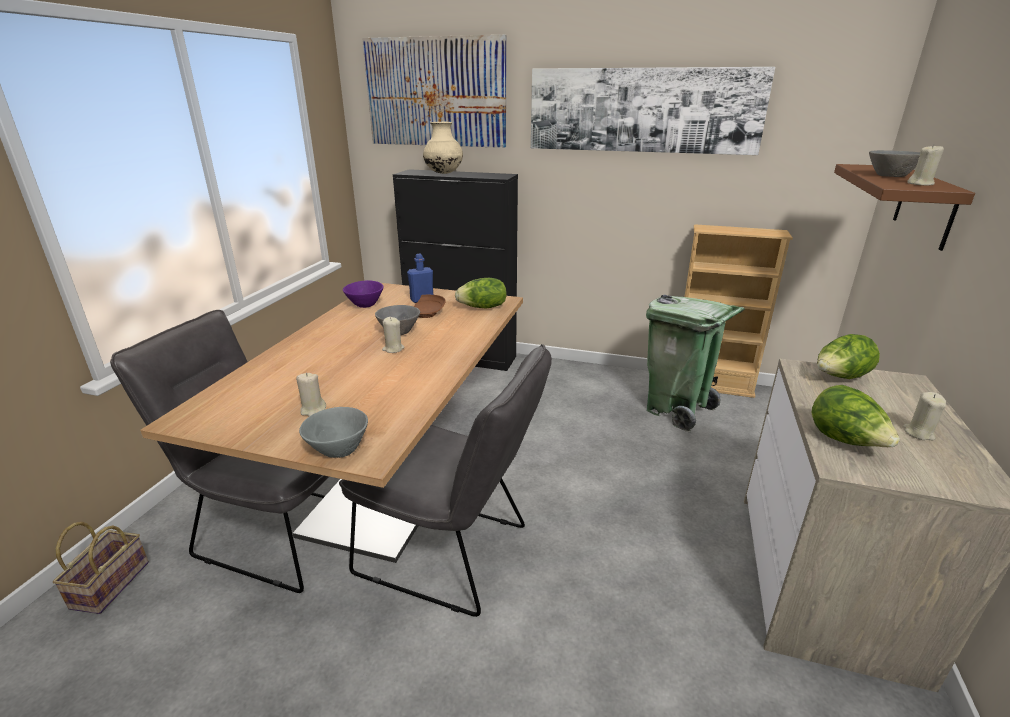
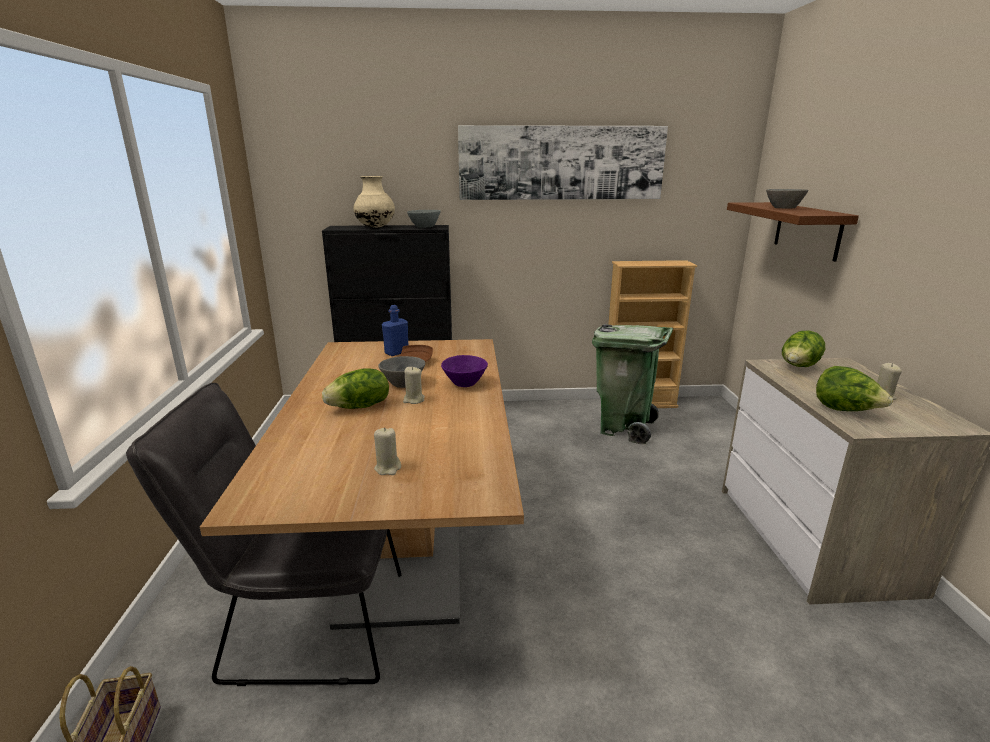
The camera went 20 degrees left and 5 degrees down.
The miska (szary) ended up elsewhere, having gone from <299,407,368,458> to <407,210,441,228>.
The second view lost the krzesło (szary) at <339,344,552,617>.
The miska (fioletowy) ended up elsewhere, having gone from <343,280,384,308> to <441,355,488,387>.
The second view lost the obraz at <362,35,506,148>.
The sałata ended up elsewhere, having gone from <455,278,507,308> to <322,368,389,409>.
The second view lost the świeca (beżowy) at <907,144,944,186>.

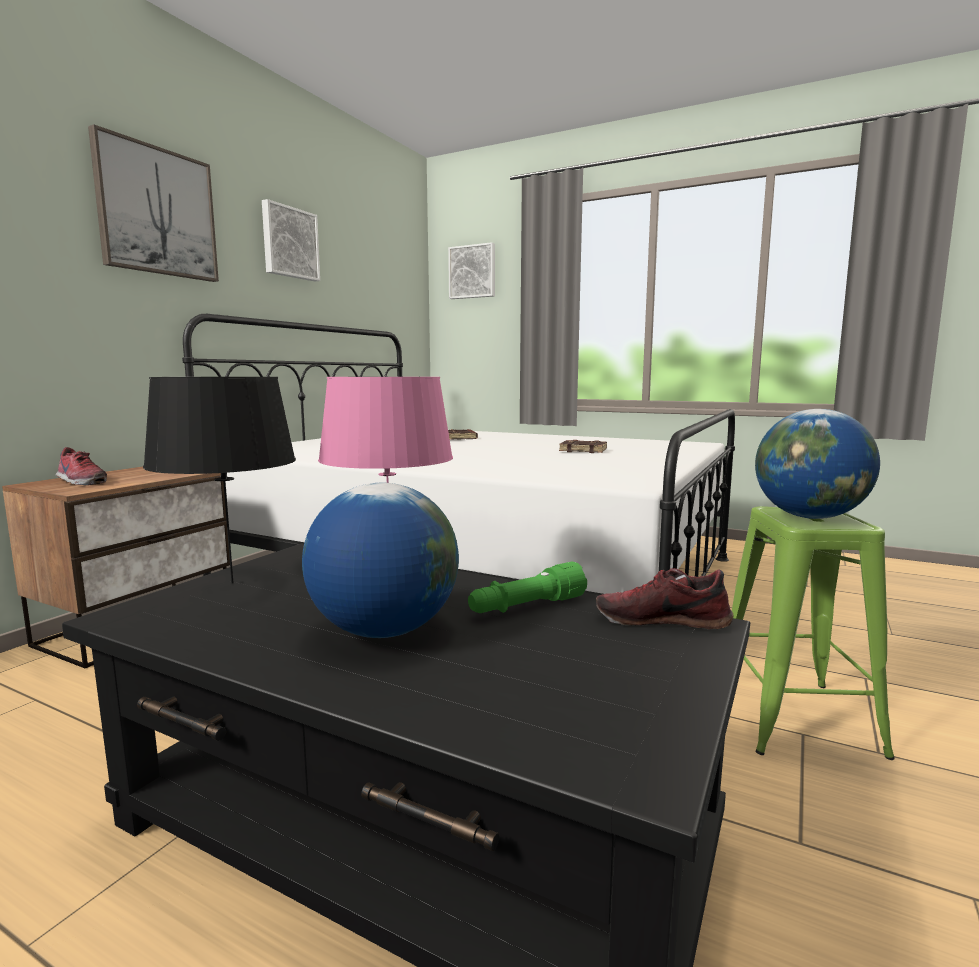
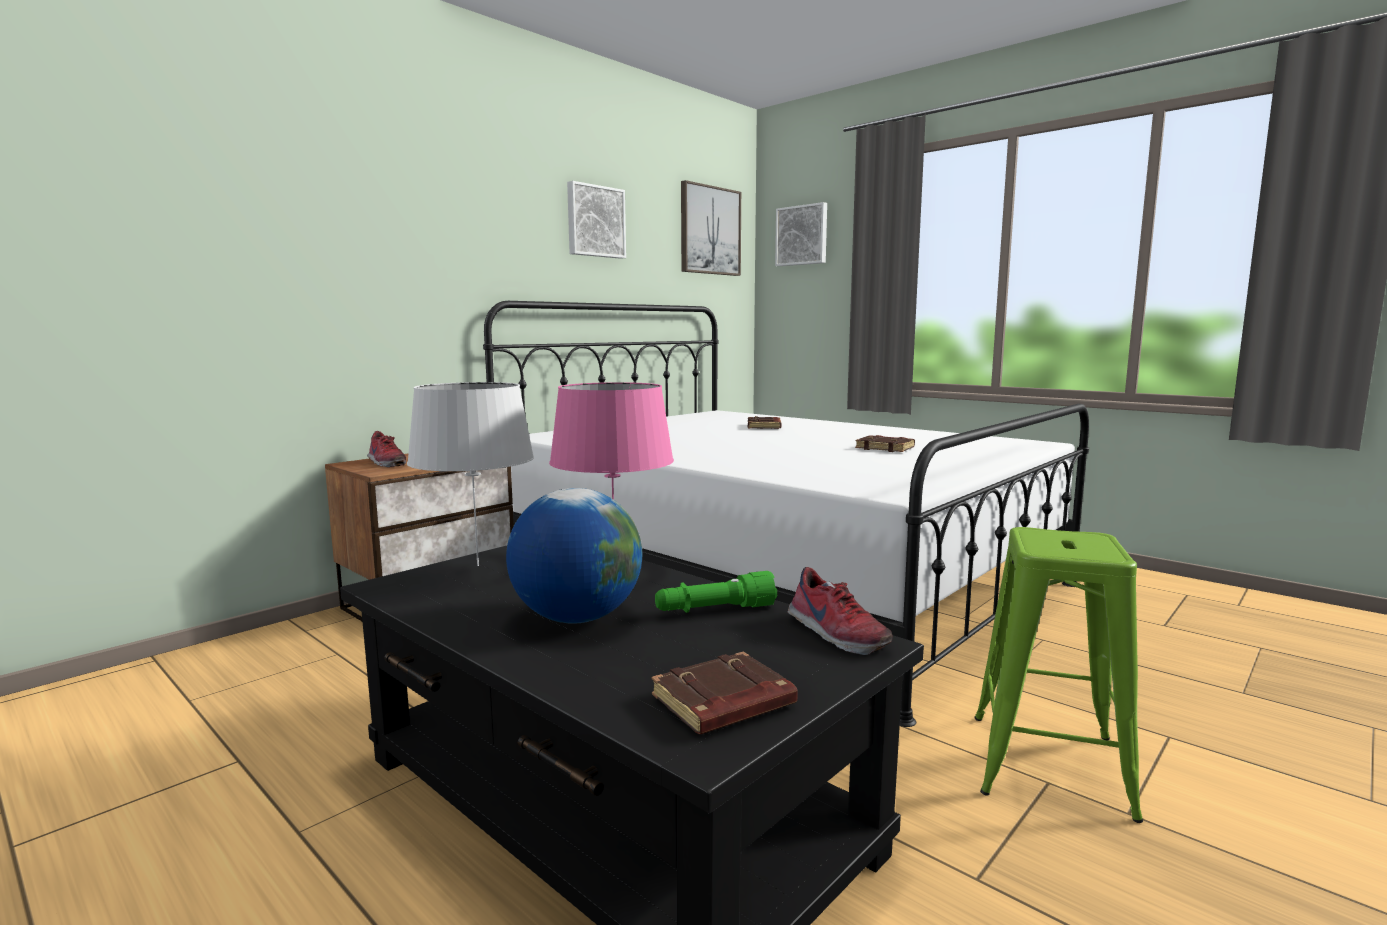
The camera went 15 degrees right and 0 degrees up.
The obraz ended up elsewhere, having gone from <88,124,219,282> to <681,180,741,276>.
What was the lampa stołowa (czarny) at <143,377,296,584> turned into the lampa stołowa (biały) at <407,382,534,566>.
The but at <596,568,734,629> ended up facing another way, 150 degrees counterclockwise from before.
The second view lost the globus at <755,409,880,519>.
The second view gained the książka (brązowy) at <651,652,798,734>.

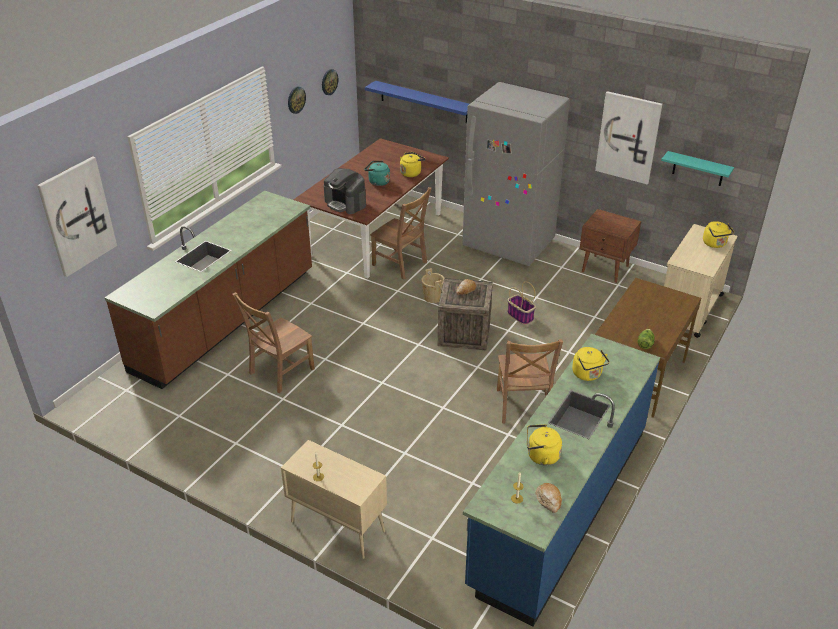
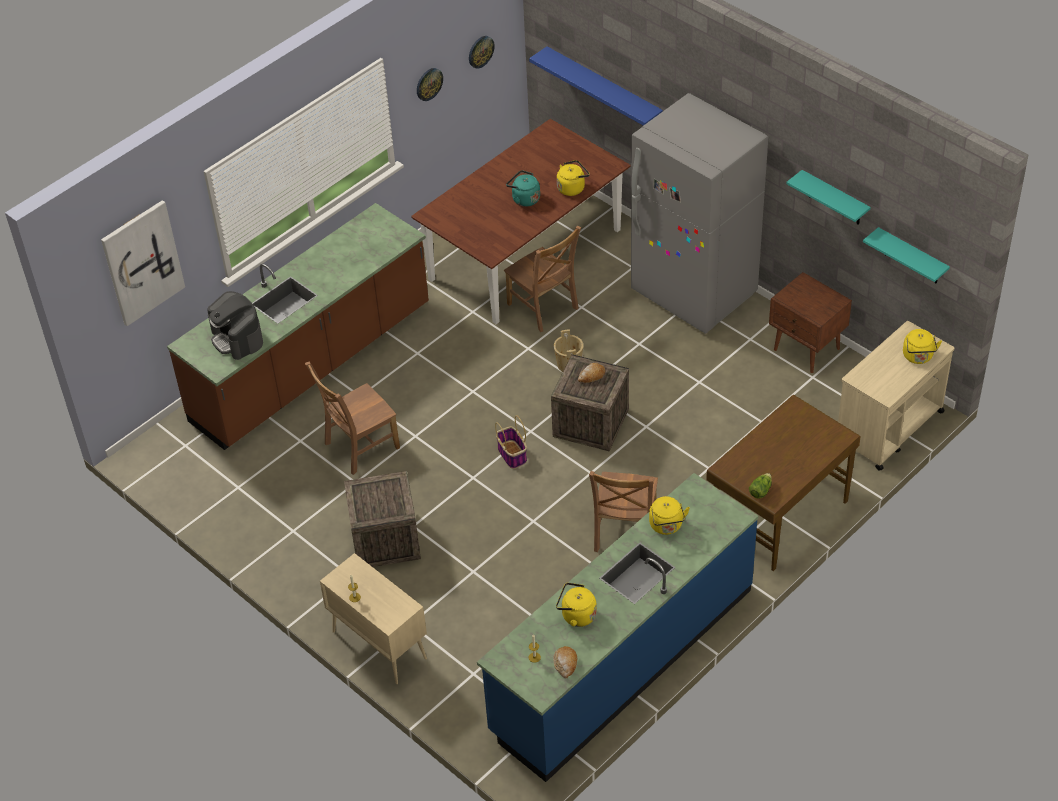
The camera went 15 degrees right and 10 degrees up.
The ekspres do kawy ended up elsewhere, having gone from <324,168,366,214> to <207,291,263,360>.
The koszyk ended up elsewhere, having gone from <507,282,536,325> to <495,415,527,469>.
Where the obraz hung at <595,91,662,184>, the półka (turkusowy) came to hang at <786,170,871,225>.
The second view gained the skrzynka at <344,471,421,567>.

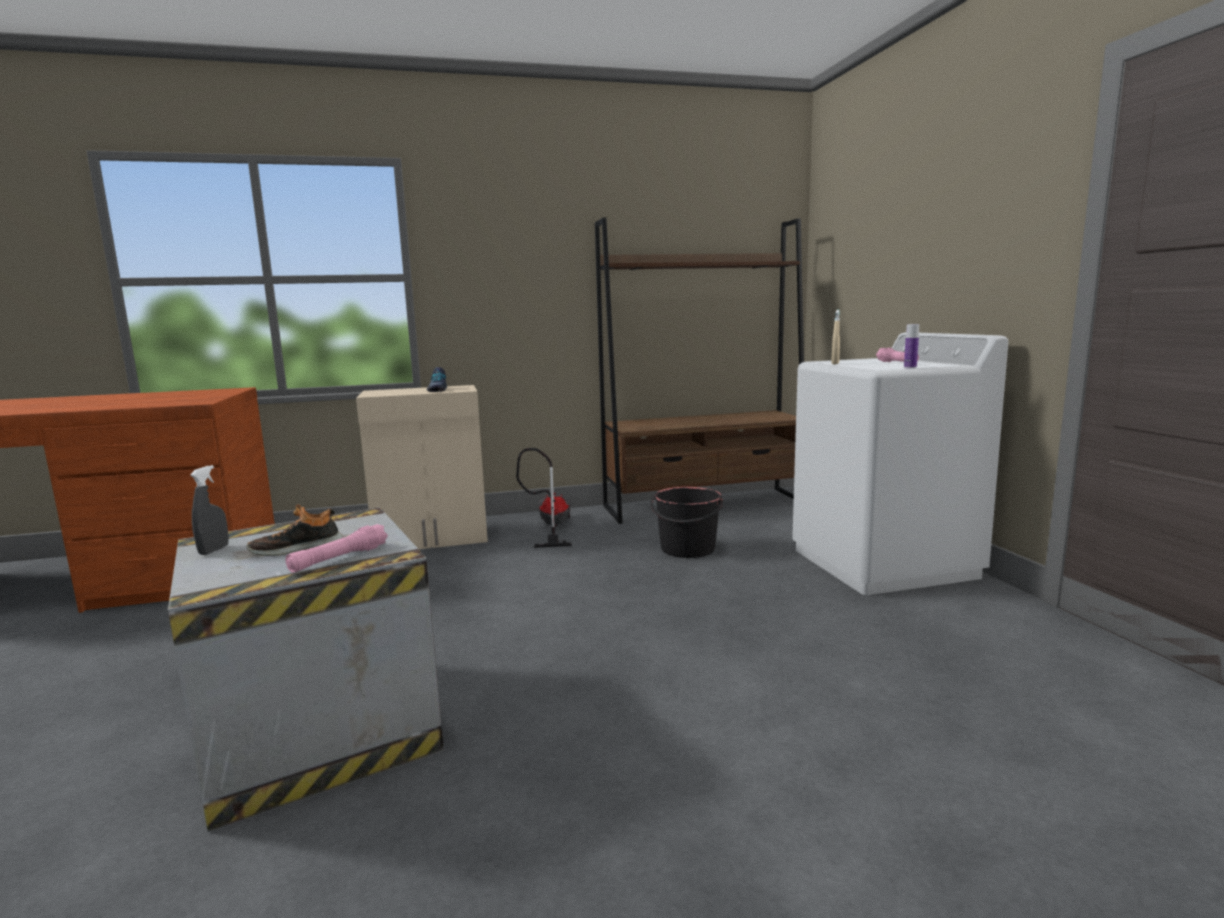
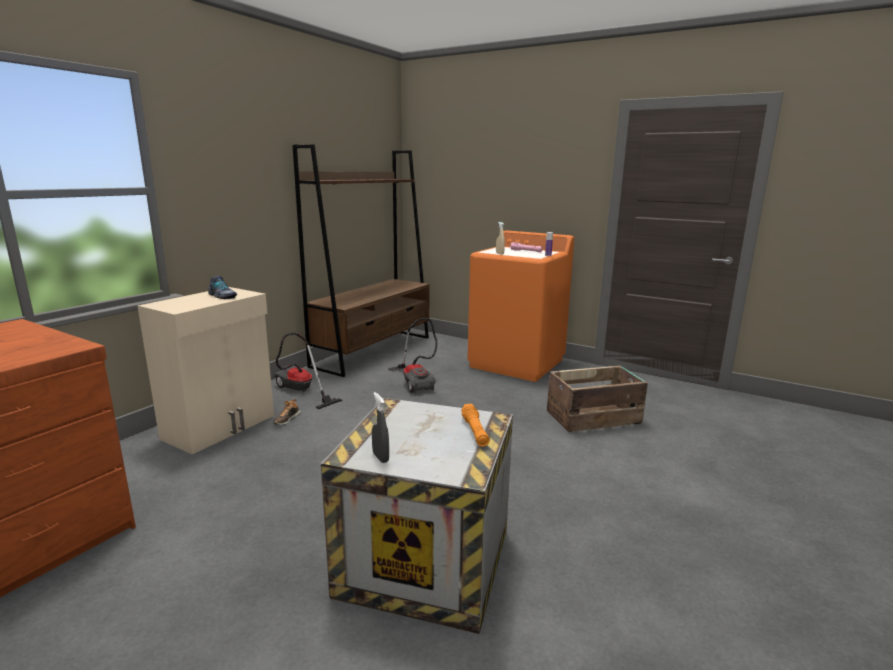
The camera went 45 degrees left and 5 degrees up.
The but ended up elsewhere, having gone from <247,504,343,556> to <273,399,301,425>.
What was the latarka (różowy) at <285,524,388,573> turned into the latarka (pomarańczowy) at <461,404,489,447>.
Where the wiadro (czarny) stood at <651,487,723,558>, the odkurzacz came to stand at <388,318,437,393>.
What was the pralka (biały) at <792,332,1008,595> turned into the pralka (pomarańczowy) at <468,230,574,382>.
The second view gained the skrzynka at <547,366,648,432>.

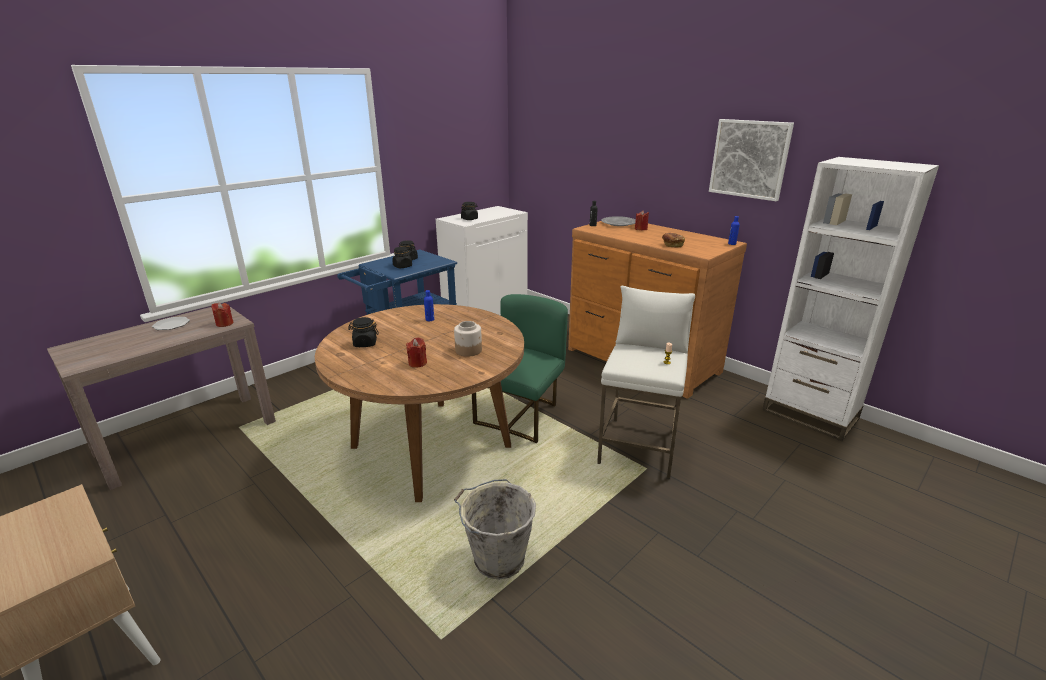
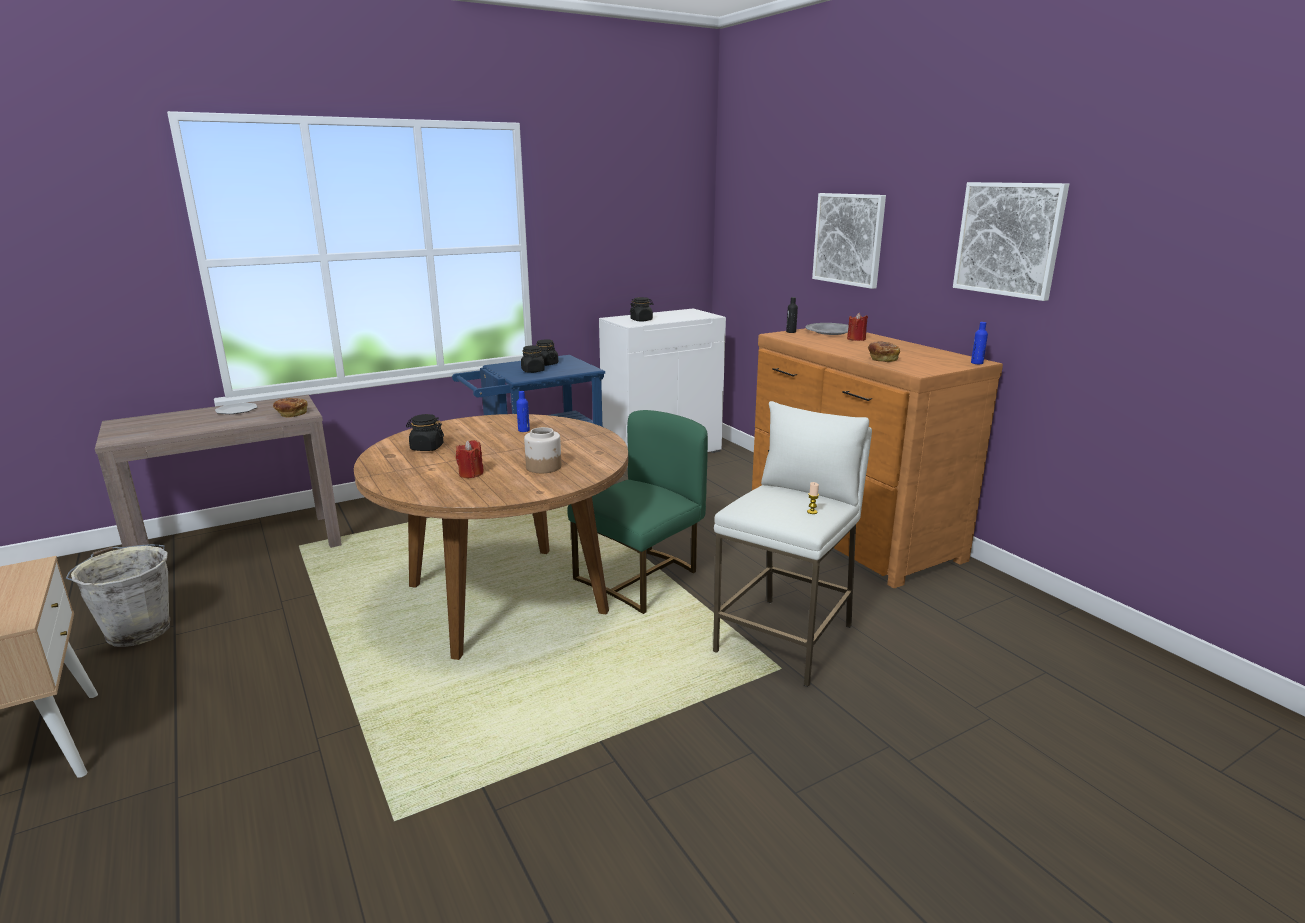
The camera went 15 degrees right and 5 degrees down.
Where the świeca (czerwony) stood at <211,302,233,327>, the chleb came to stand at <273,398,308,418>.
The wiadro (szary) ended up elsewhere, having gone from <454,479,536,580> to <66,544,170,647>.
The second view lost the regał (biały) at <762,157,939,441>.
The second view gained the obraz at <812,193,886,289>.

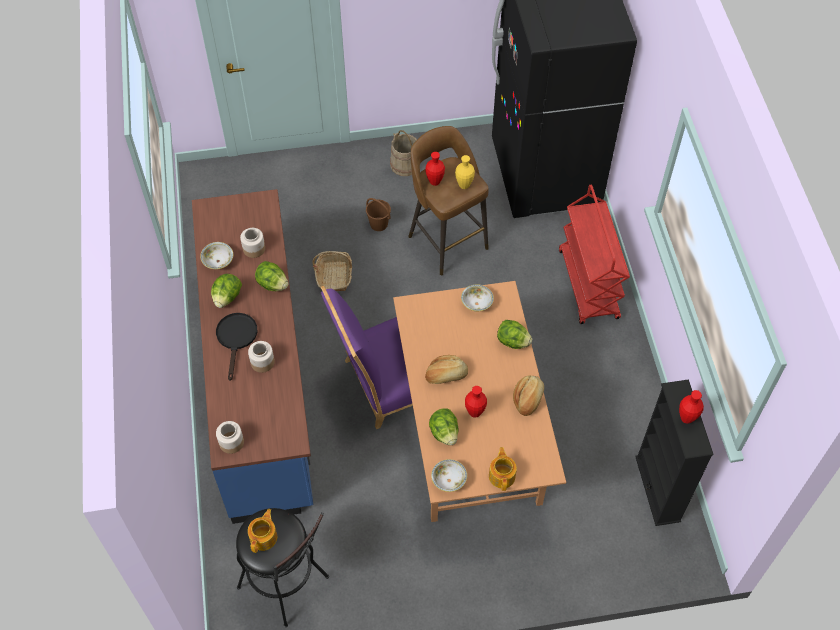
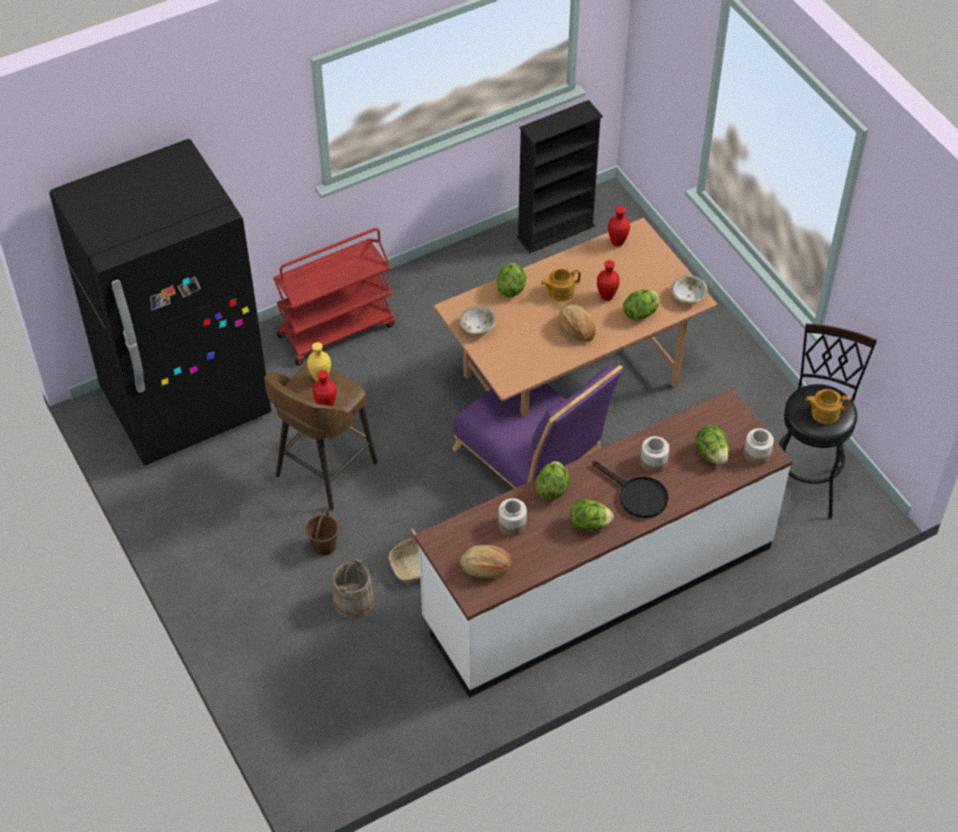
The camera went 110 degrees left and 5 degrees down.
What was the zabudowa kuchenna (niebieski) at <192,189,313,524> turned into the zabudowa kuchenna (biały) at <414,389,793,698>.
The second view lost the miska at <200,242,233,269>.
The patelnia (czarny) at <216,313,257,381> ended up facing another way, 120 degrees counterclockwise from before.
The wiadro (beżowy) ended up elsewhere, having gone from <390,130,417,176> to <332,559,374,619>.
The imbryk ended up elsewhere, having gone from <489,447,517,491> to <541,269,581,302>.
The chleb ended up elsewhere, having gone from <513,375,544,416> to <460,545,513,578>.
The wazon (czerwony) ended up elsewhere, having gone from <679,390,704,424> to <608,206,630,247>.
The second view gained the sałata at <695,424,729,464>.

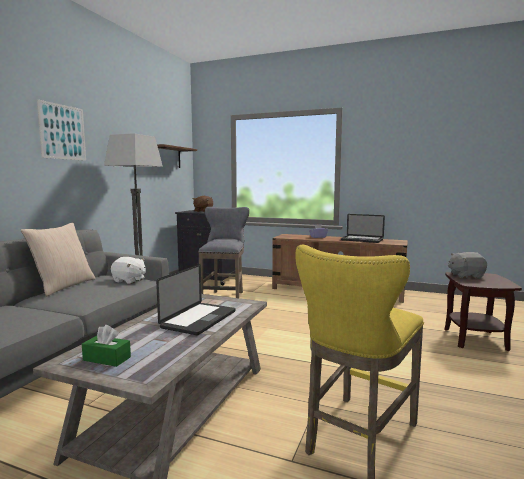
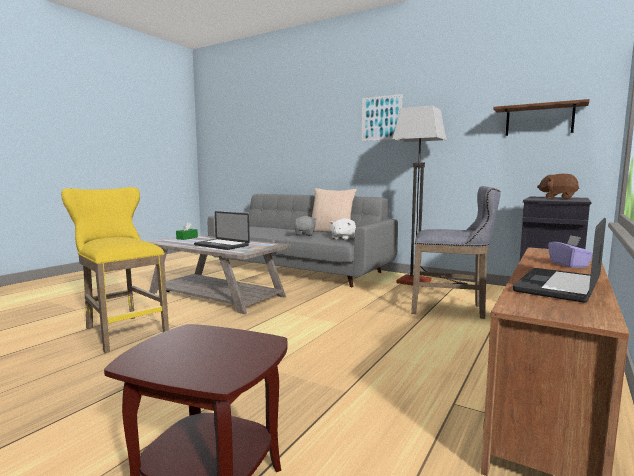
The camera went 100 degrees right and 0 degrees up.
The pluszak (szary) ended up elsewhere, having gone from <448,252,487,278> to <294,216,317,236>.

